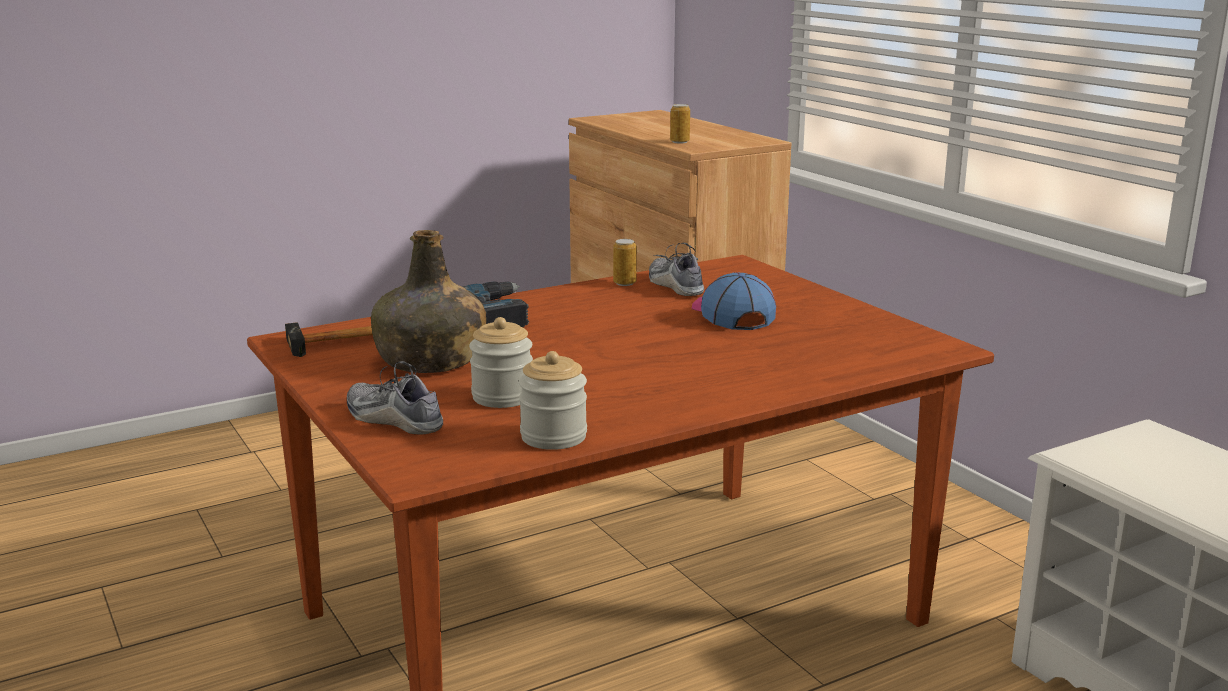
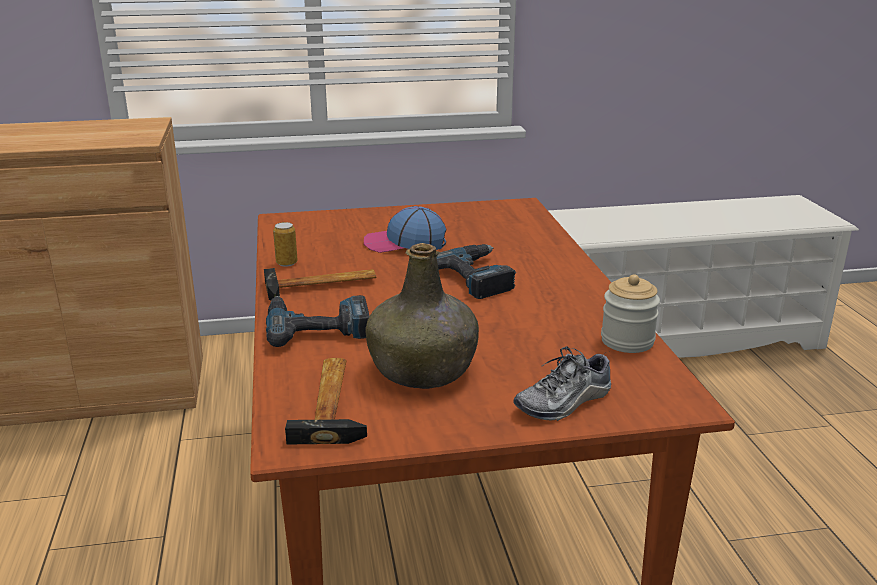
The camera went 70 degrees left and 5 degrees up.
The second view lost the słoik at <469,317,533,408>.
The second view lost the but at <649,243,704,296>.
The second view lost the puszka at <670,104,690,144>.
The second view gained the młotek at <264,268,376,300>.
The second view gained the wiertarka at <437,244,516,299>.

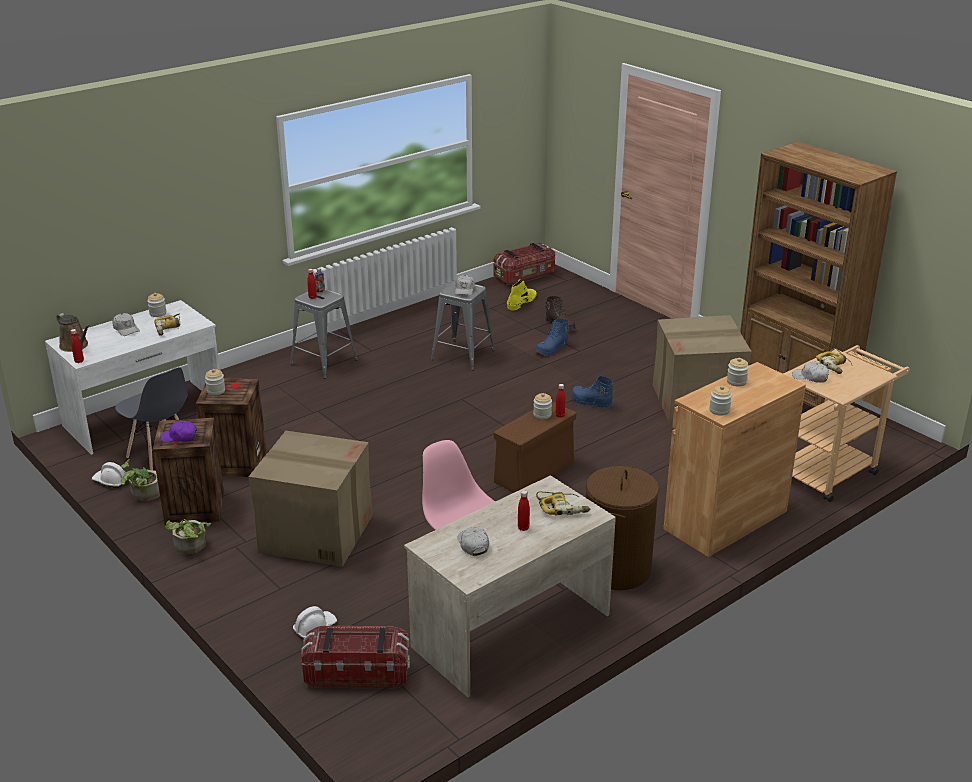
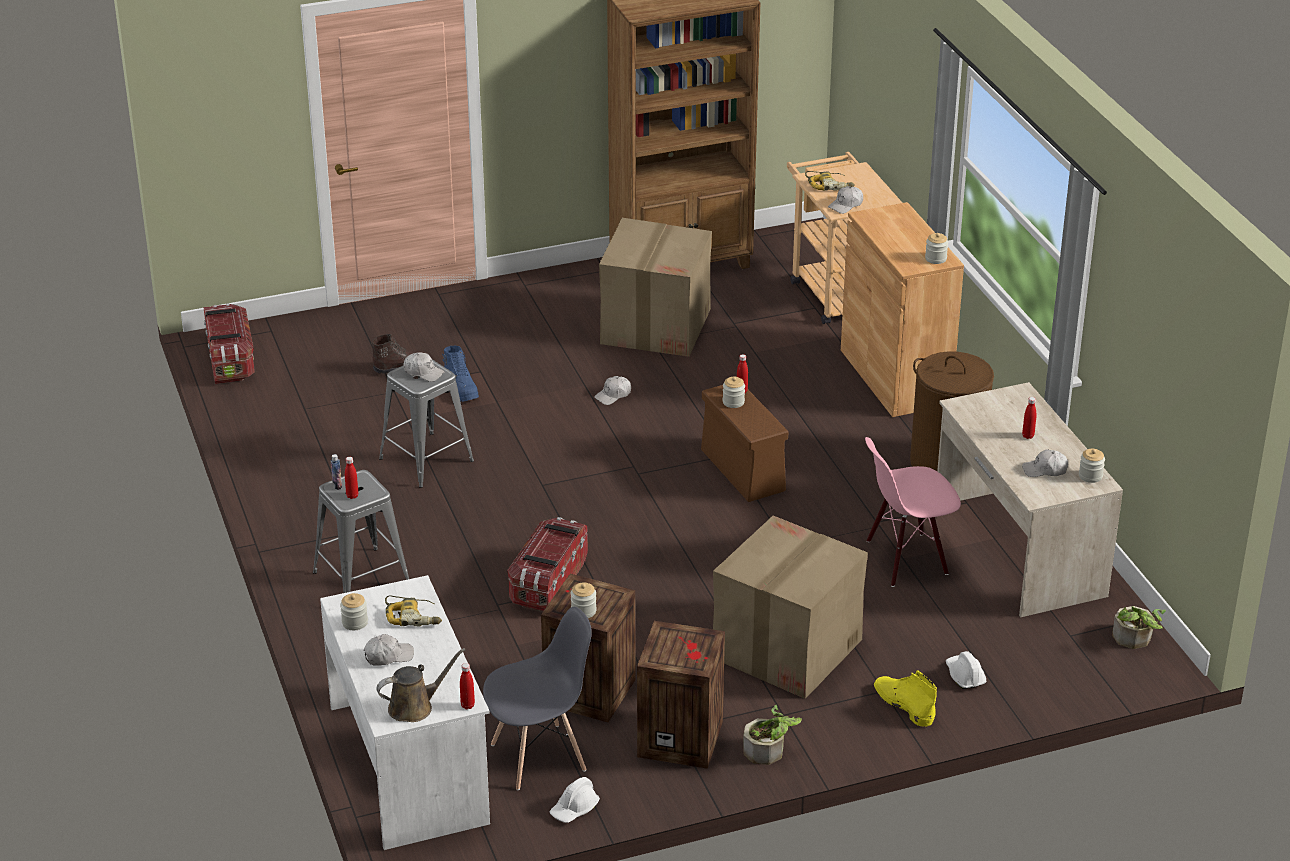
The camera went 70 degrees left and 5 degrees up.
The roślina doniczkowa ended up elsewhere, having gone from <121,459,160,501> to <1112,606,1166,649>.
The second view lost the czapka z daszkiem (fioletowy) at <160,420,197,442>.
The pojemnik do przechowywania ended up elsewhere, having gone from <301,626,410,688> to <507,517,588,612>.
The but z cholewką (żółty) ended up elsewhere, having gone from <507,279,537,310> to <874,670,937,727>.
The second view lost the wiertarka at <536,491,590,516>.
Where the but z cholewką (niebieski) stood at <570,376,613,408>, the czapka z daszkiem (biały) came to stand at <594,376,631,405>.
The słoik ended up elsewhere, having gone from <727,358,749,387> to <1079,449,1105,483>.

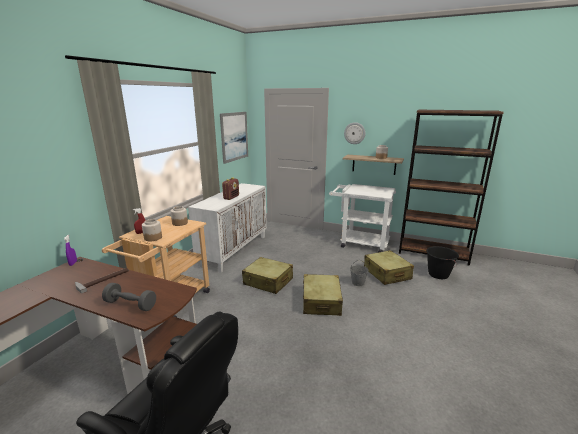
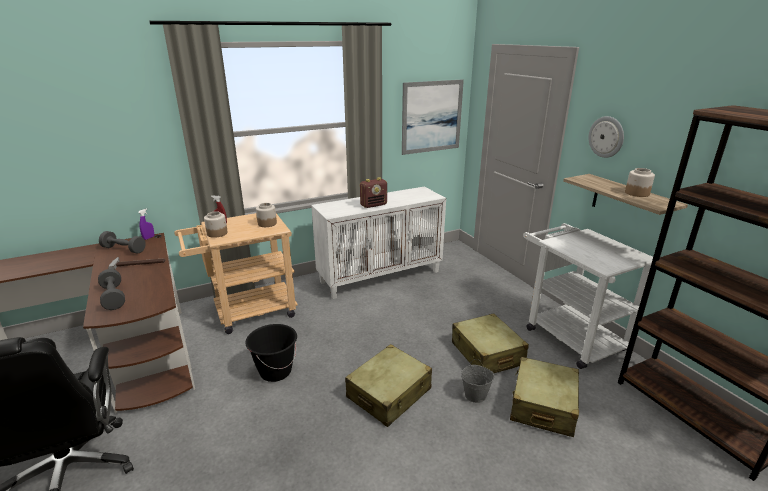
The camera went 40 degrees right and 5 degrees up.
The walizka (beżowy) ended up elsewhere, having gone from <242,257,293,294> to <452,313,529,373>.
The wiadro (czarny) ended up elsewhere, having gone from <426,246,459,279> to <245,324,297,382>.
The second view gained the hantel (szary) at <99,231,146,254>.

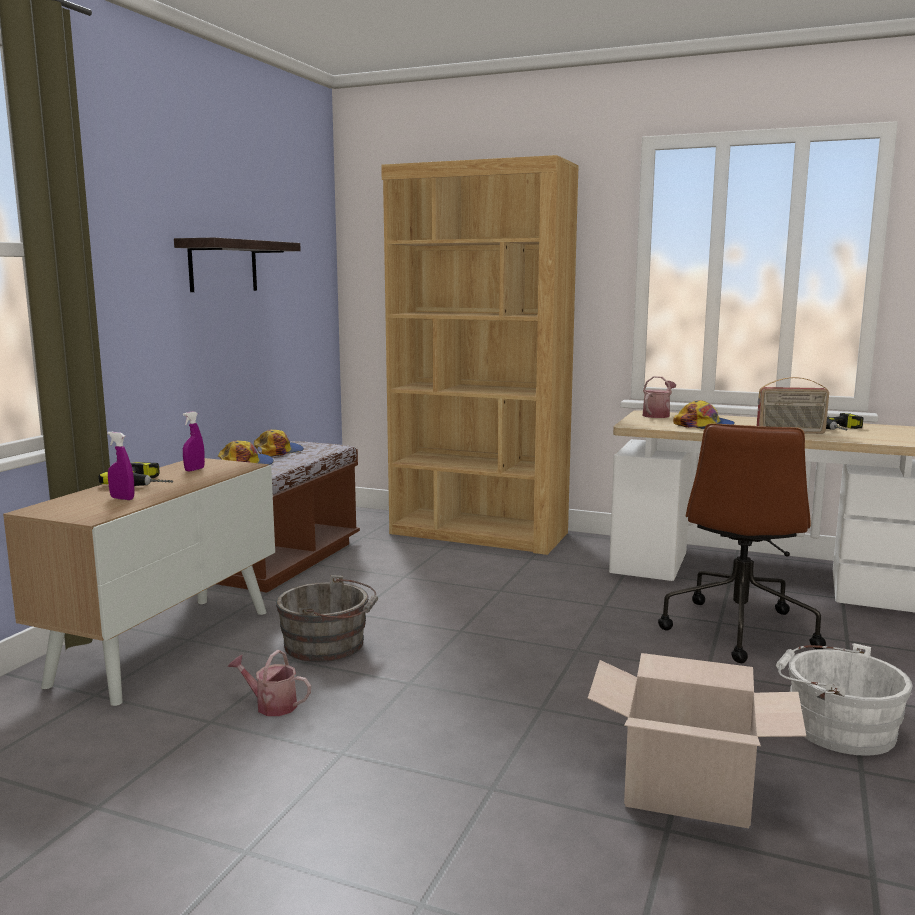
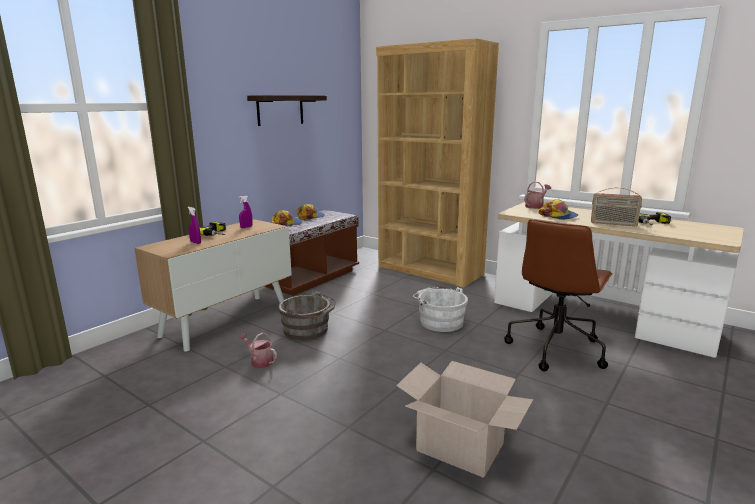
The camera went 15 degrees right and 5 degrees up.
The wiadro (biały) ended up elsewhere, having gone from <776,643,912,756> to <413,287,468,332>.

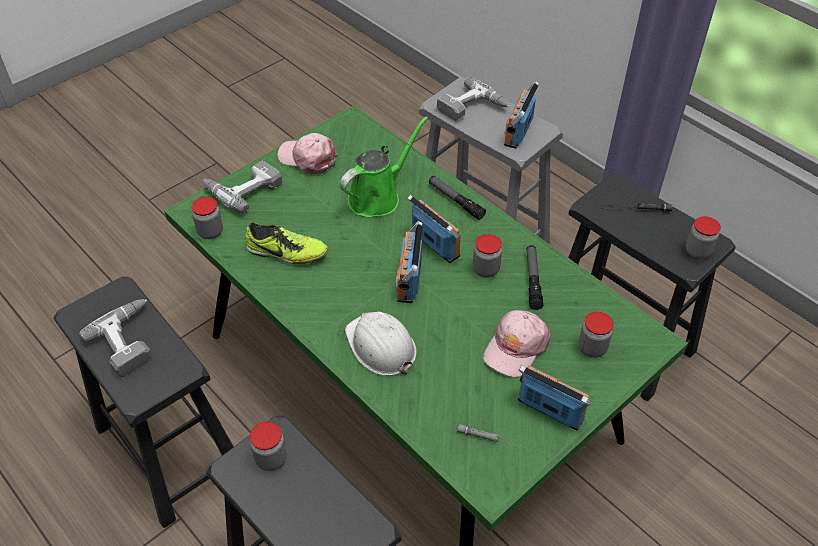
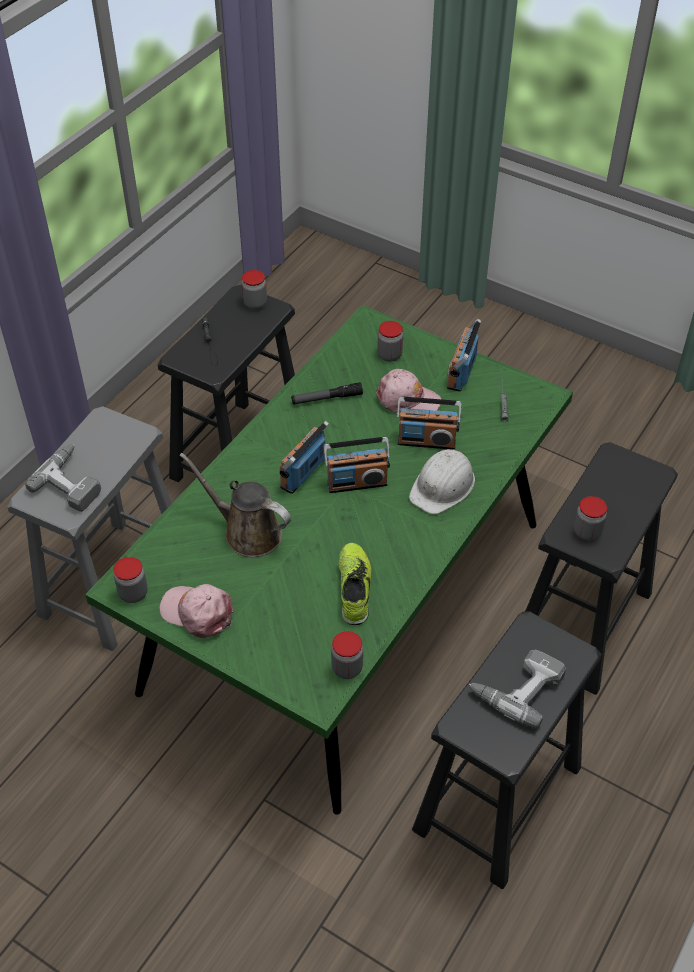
The camera went 105 degrees left and 0 degrees up.
The second view lost the wiertarka at <202,161,282,214>.
The czapka z daszkiem (różowy) at <278,133,337,174> ended up facing another way, 105 degrees clockwise from before.
What was the konewka (zielony) at <340,117,428,218> turned into the konewka (brązowy) at <179,453,291,557>.
The second view lost the latarka at <429,176,486,220>.
The słoik ended up elsewhere, having gone from <473,234,502,278> to <113,557,148,603>.
The radio ended up elsewhere, having gone from <504,81,539,149> to <397,396,462,450>.

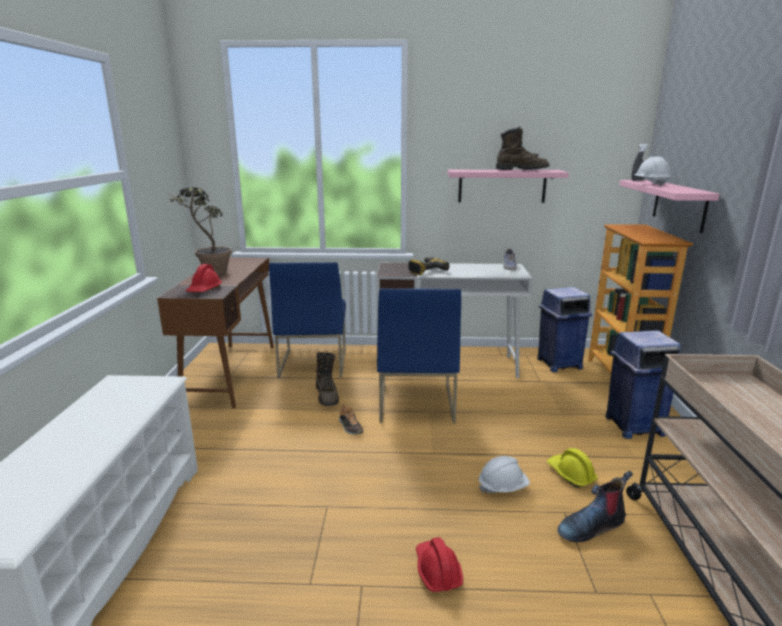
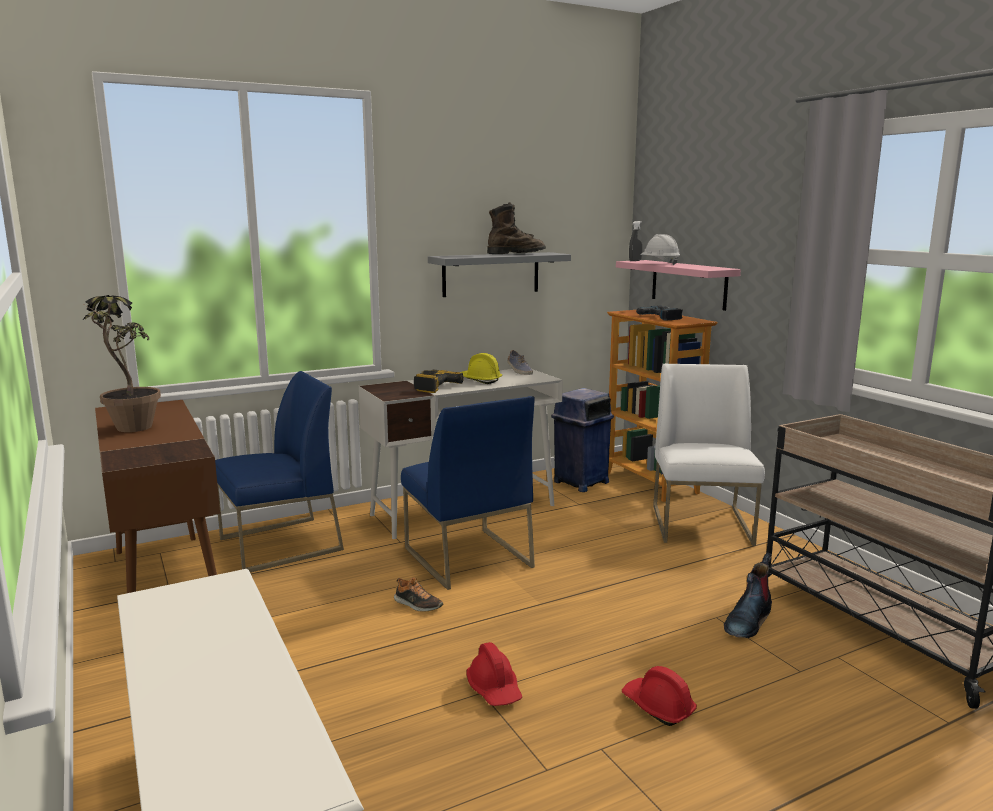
The camera went 30 degrees left and 5 degrees down.
The kask (czerwony) ended up elsewhere, having gone from <185,264,222,292> to <466,642,522,706>.
The krzesło (niebieski) at <269,262,346,378> ended up facing another way, 90 degrees counterclockwise from before.
The second view lost the but z cholewką (brązowy) at <316,352,339,406>.
What was the półka (różowy) at <447,170,569,203> turned into the półka (szary) at <428,252,571,297>.
The second view lost the kask (biały) at <479,456,530,494>.
The kask (żółty) ended up elsewhere, having gone from <547,448,598,488> to <462,353,502,384>.
Where the kosz na śmieci (niebieski) stood at <605,330,681,439>, the krzesło (biały) came to stand at <653,364,765,546>.
The second view gained the wiertarka at <636,306,683,321>.

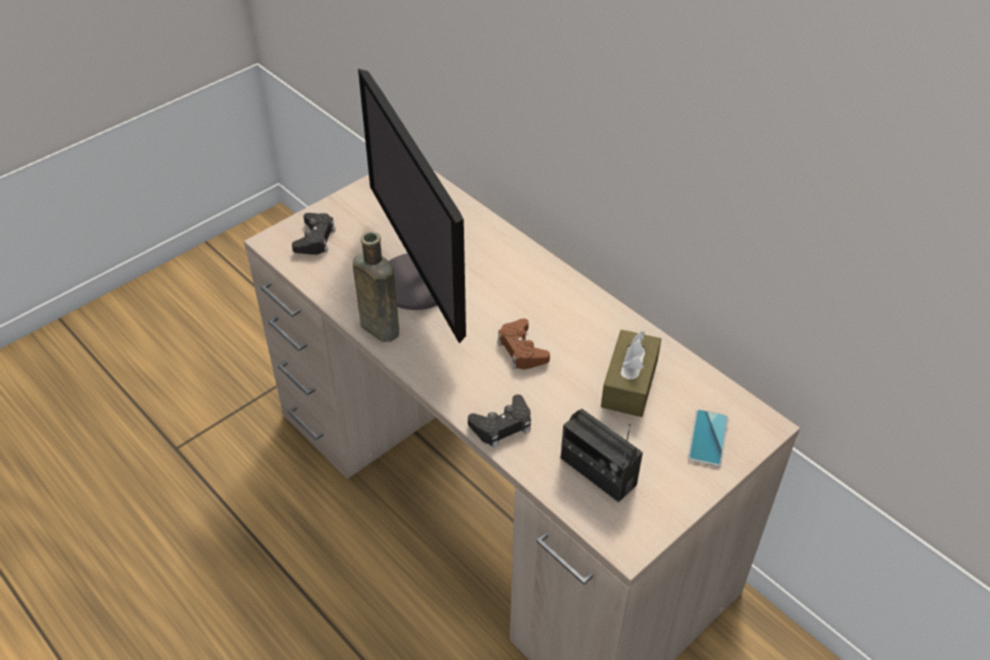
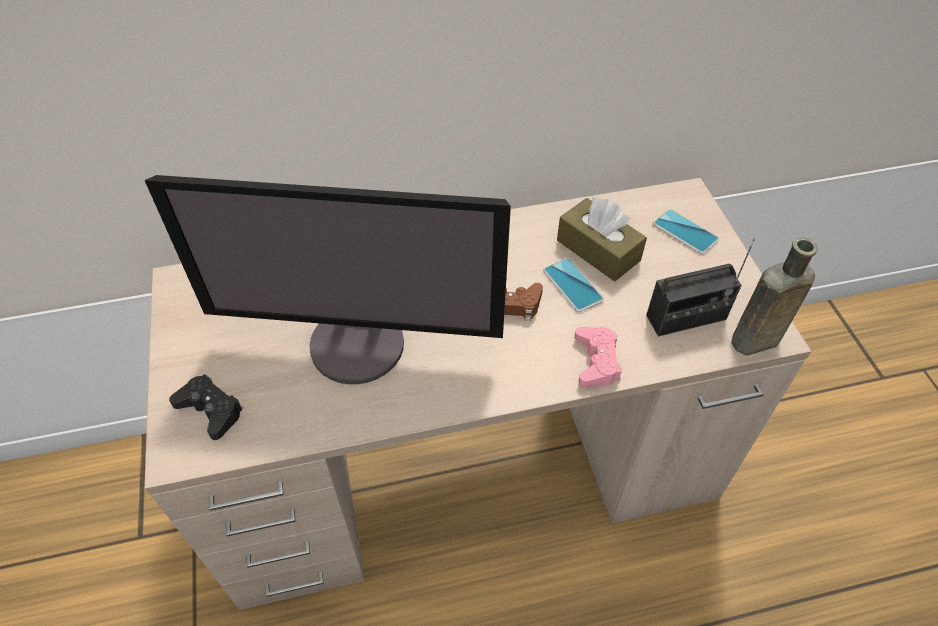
The camera went 60 degrees left and 5 degrees up.
The butelka (brązowy) ended up elsewhere, having gone from <353,231,399,342> to <731,237,818,356>.
What was the pad do gier (czarny) at <468,394,531,448> turned into the pad do gier (różowy) at <574,327,622,387>.
The second view gained the telefon at <543,258,604,312>.

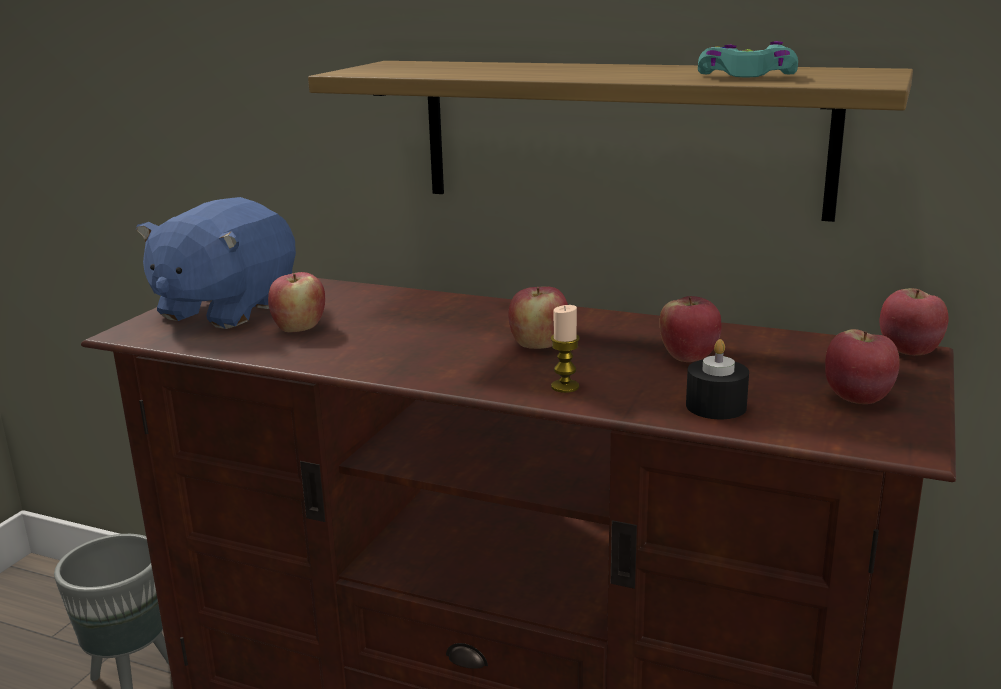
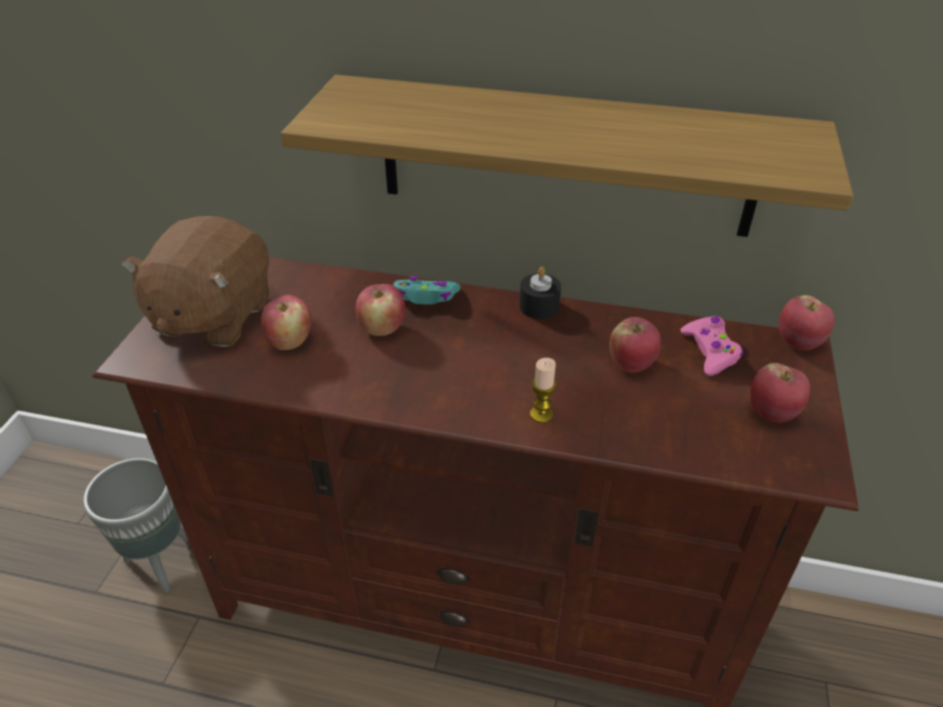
The camera went 10 degrees left and 20 degrees up.
What was the pluszak (niebieski) at <136,197,296,329> turned into the pluszak (brązowy) at <121,216,269,347>.
The jabłko ended up elsewhere, having gone from <508,286,568,349> to <356,284,405,336>.
The świeca (czarny) ended up elsewhere, having gone from <686,339,749,419> to <519,267,561,319>.
The pad do gier (turkusowy) ended up elsewhere, having gone from <698,41,798,78> to <394,276,460,305>.
The second view gained the pad do gier (różowy) at <681,316,743,376>.

